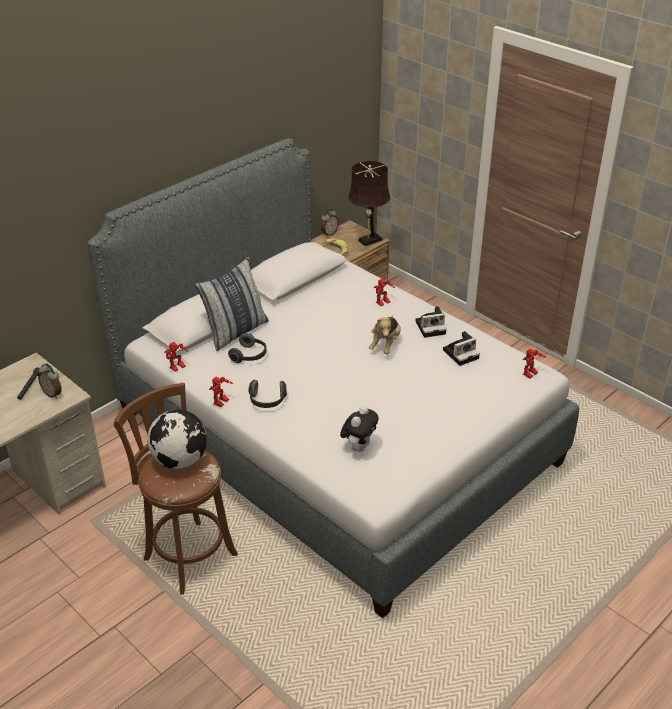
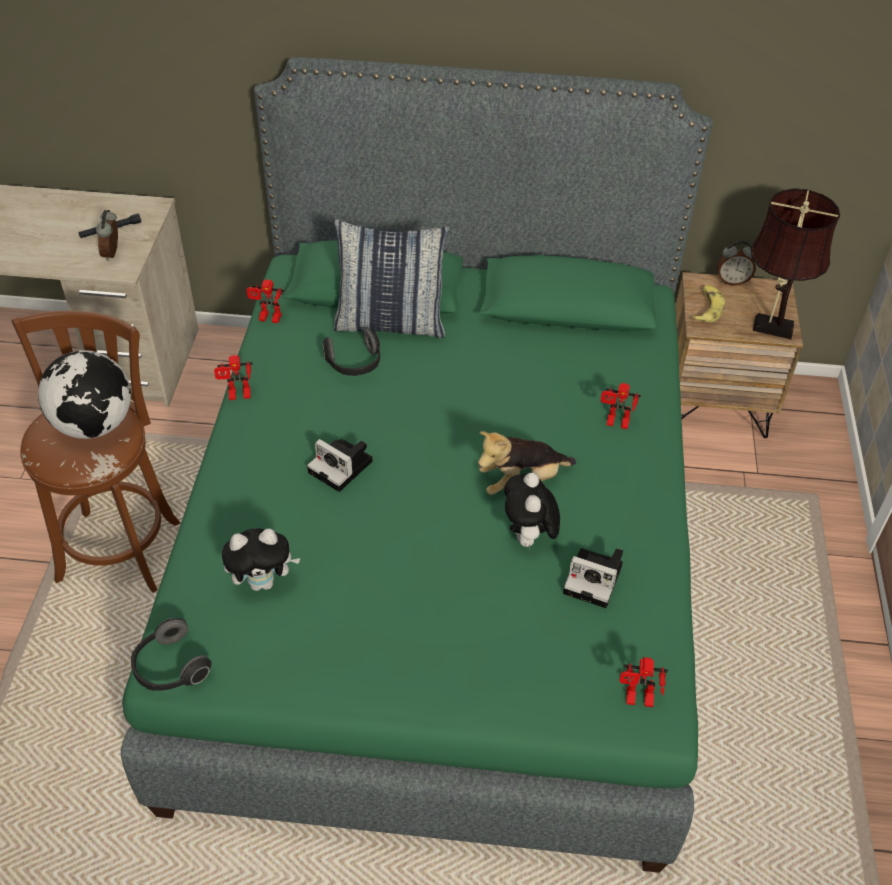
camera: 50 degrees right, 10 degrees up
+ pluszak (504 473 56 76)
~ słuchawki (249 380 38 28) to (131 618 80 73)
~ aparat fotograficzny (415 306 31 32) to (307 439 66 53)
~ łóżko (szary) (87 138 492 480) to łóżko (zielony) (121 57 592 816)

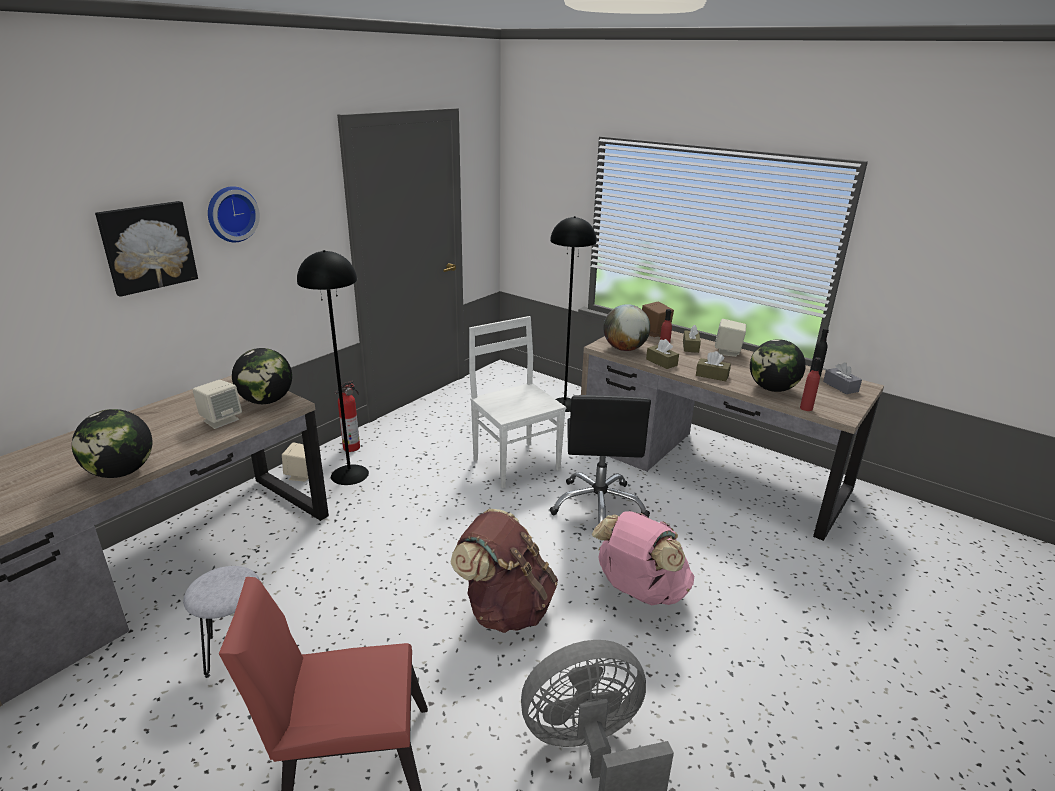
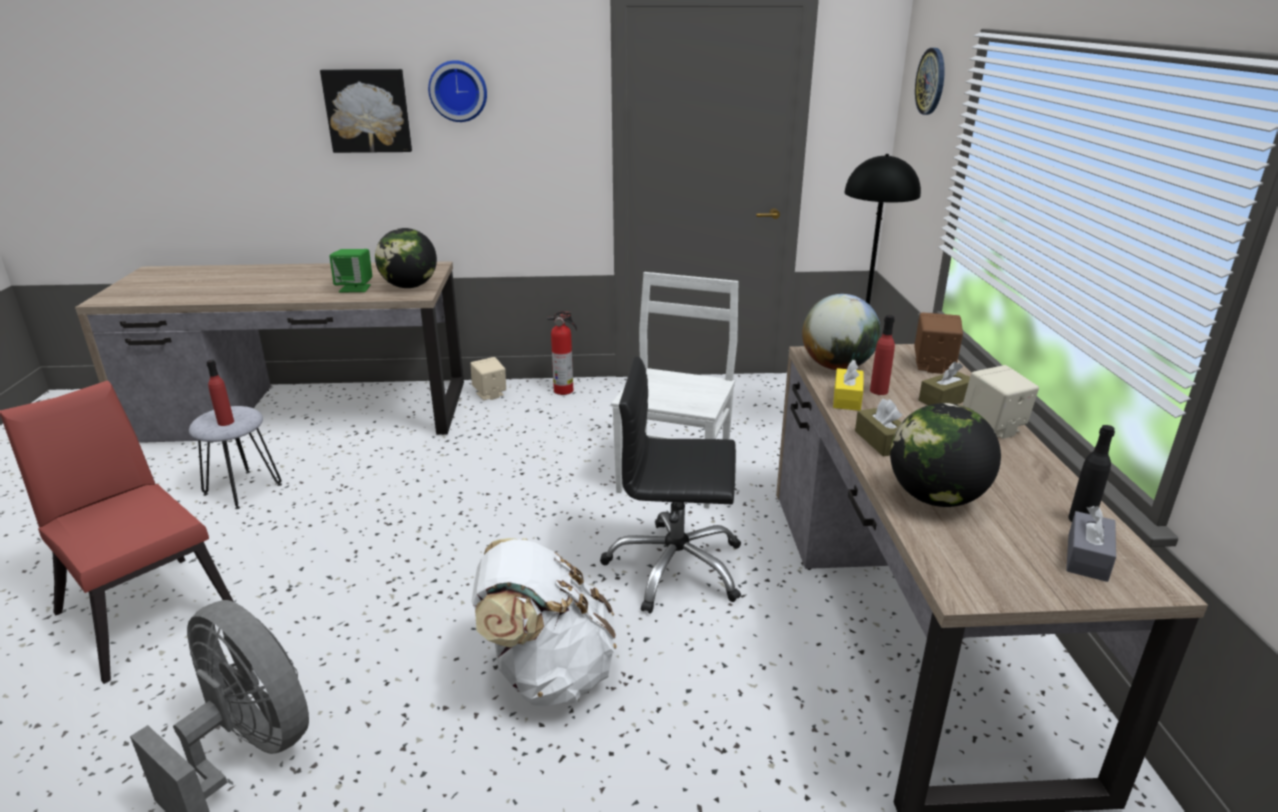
camera: 50 degrees right, 0 degrees up
- globus (72 409 80 69)
- lampa stojąca (czarny) (297 250 72 235)
- plecak (brązowy) (450 509 108 124)
+ zegar ścienny (915 48 30 67)
~ butelka (czerwony) (800 357 21 54) to (206 360 28 66)
~ głośnik (beżowy) (192 380 50 49) to głośnik (zielony) (330 249 42 43)
~ plecak (różowy) (592 511 102 94) to plecak (biały) (472 538 145 168)
~ pudełko chusteczek (brązowy) (646 339 33 30) to pudełko chusteczek (żółty) (833 360 30 51)
~ krzesło biurowe (czarny) (549 395 102 129) = (600 356 141 257) 45 degrees clockwise

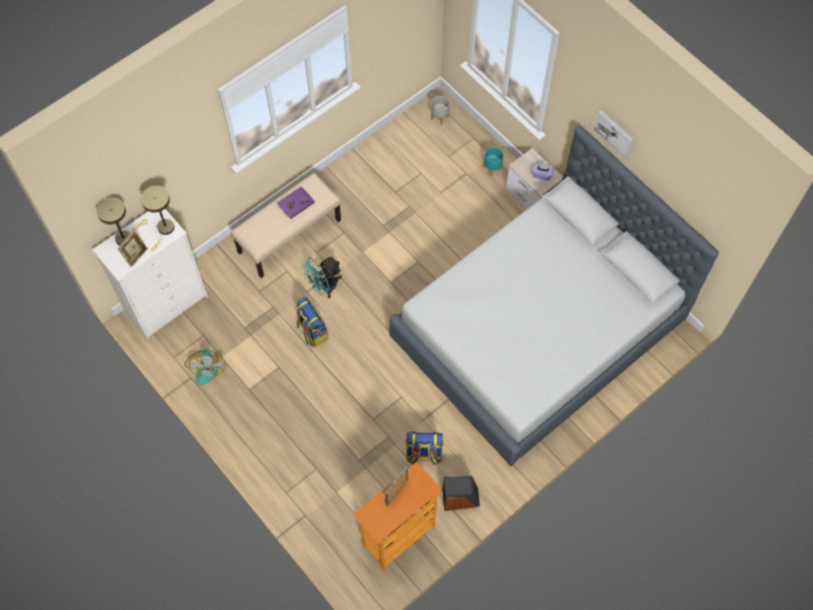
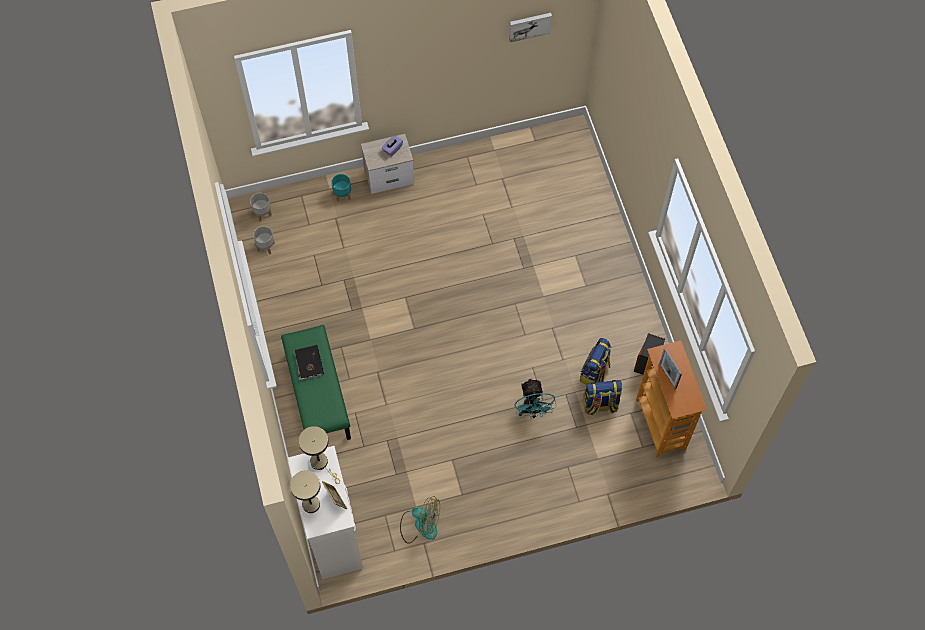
camera: 65 degrees left, 0 degrees up
- łóżko (szary) (389 126 330 340)
+ donica (szary) (253 226 22 29)
~ plecak (296 297 33 50) to (583 380 39 36)
~ wentylator (turkusowy) (301 257 41 41) to (515 378 42 41)
~ obraz (594 110 39 48) to (509 13 43 30)
~ ławka (beżowy) (231 173 110 105) to ławka (zielony) (281 325 70 115)
~ książka (fioletowy) (277 186 38 33) to książka (czarny) (294 345 30 35)

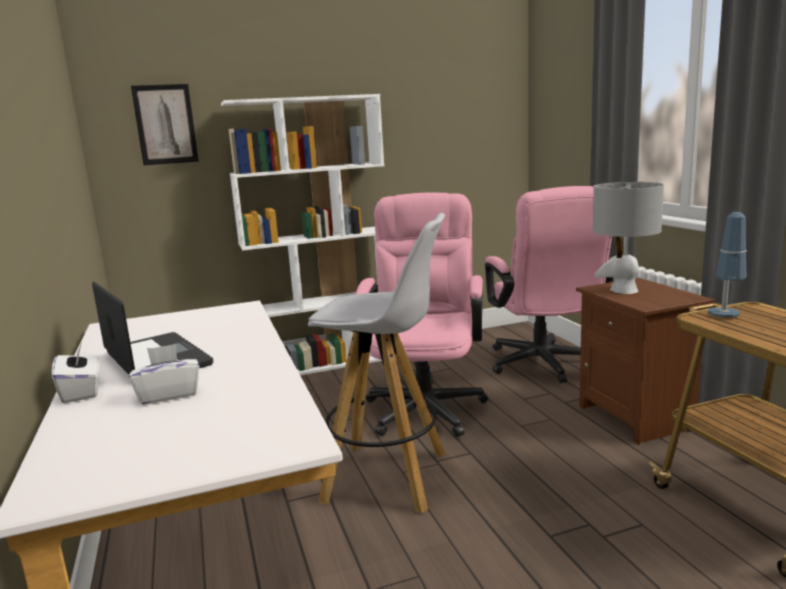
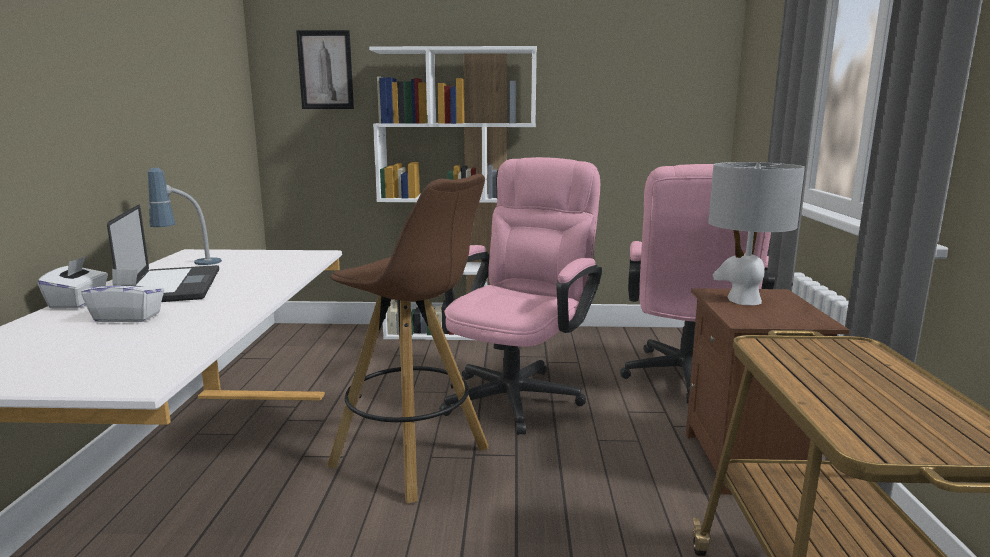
camera: 20 degrees right, 0 degrees up
~ lampa stołowa (708 212 39 105) to (148 168 74 97)
~ stołek (biały) (308 213 137 301) to stołek (brązowy) (327 174 161 330)

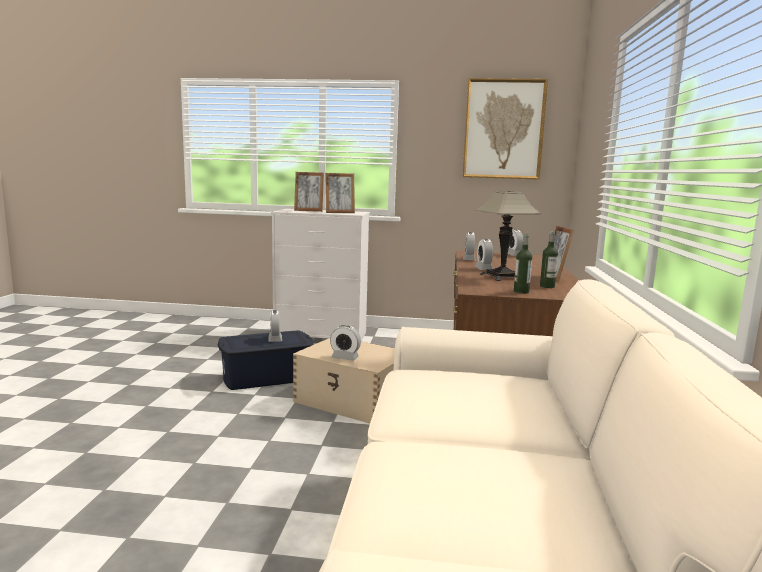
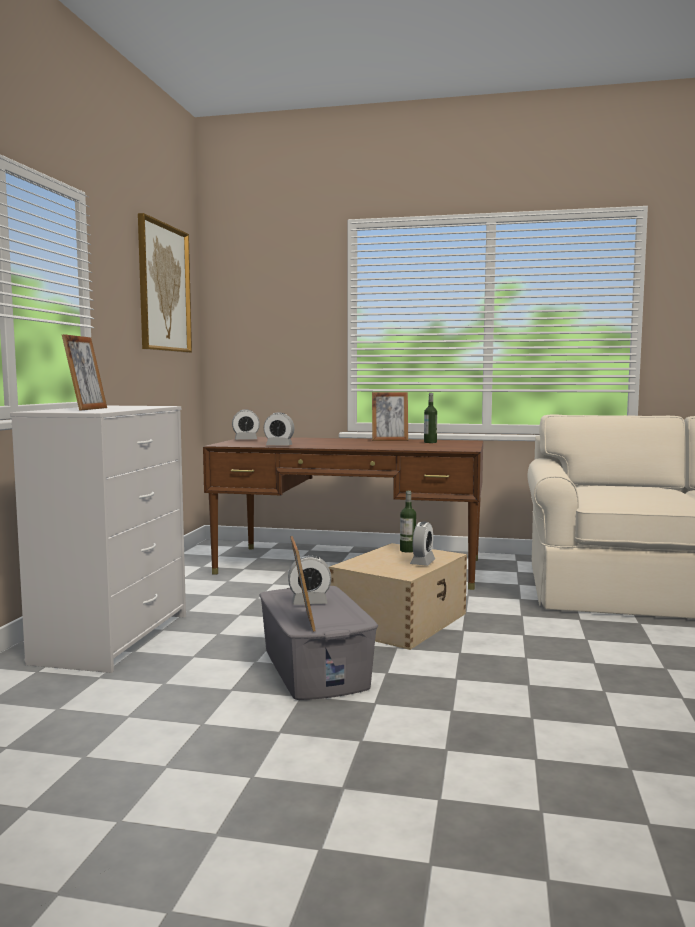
camera: 85 degrees left, 5 degrees down
- lampa stołowa (475 191 66 90)
- budzik (475 239 18 31)
~ ramka na zdjęcie (325 173 30 40) to (290 536 25 96)
~ butelka (514 234 18 60) to (400 491 16 62)
~ pojemnik do przechowywania (niebieski) (218 331 96 59) to pojemnik do przechowywania (szary) (260 586 118 114)

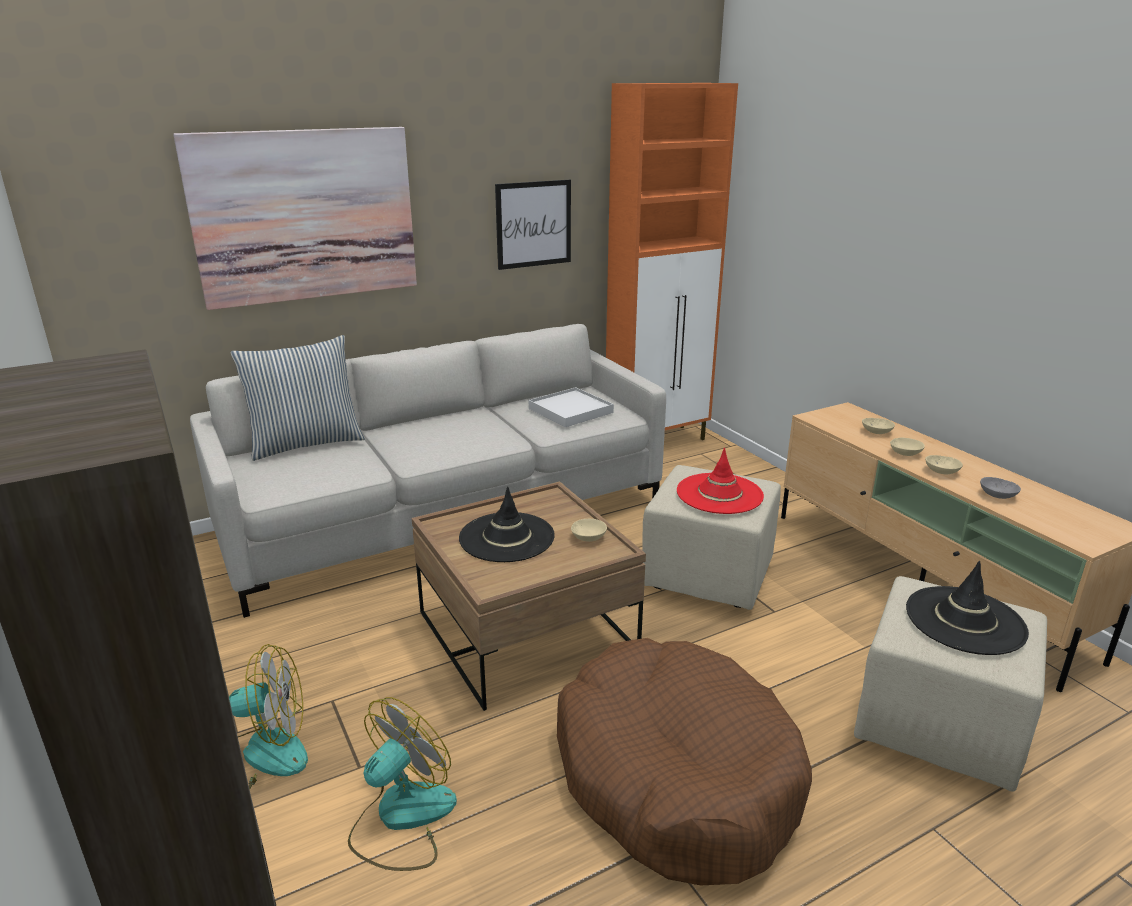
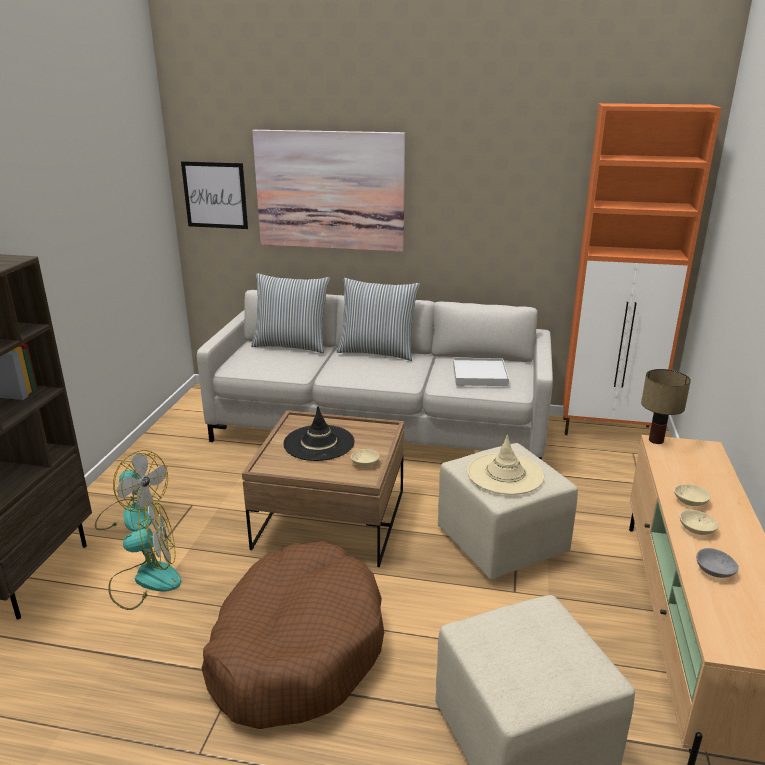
camera: 40 degrees right, 0 degrees up
- miska (beżowy) (862 418 33 16)
- kapelusz (czarny) (906 561 123 94)
+ poduszka (337 278 83 83)
+ lampa stołowa (641 369 50 75)
~ obraz (495 180 76 90) to (181 161 67 68)
~ kapelusz (czerwony) (677 448 87 66) to kapelusz (beżowy) (467 434 77 61)

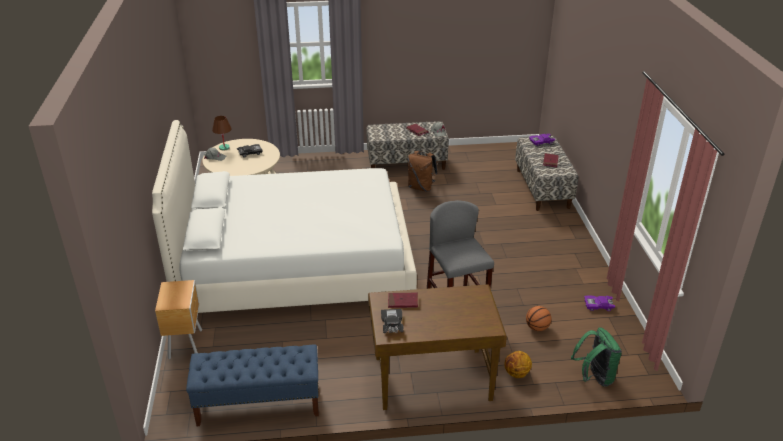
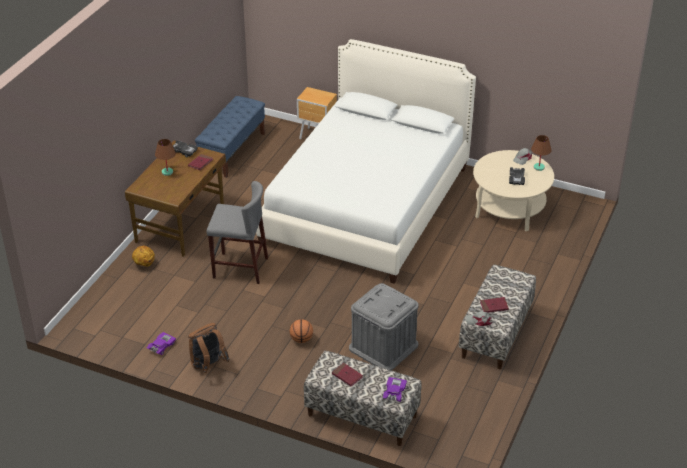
camera: 120 degrees right, 5 degrees up
- plecak (zielony) (571 327 51 60)
+ lampa stołowa (brązowy) (155 139 21 37)
+ pojemnik do przechowywania (szary) (349 283 70 87)
~ plecak (brązowy) (408 151 30 41) to (188 323 42 50)
~ piłka do koszykówki (526 306 26 25) to (290 319 23 24)

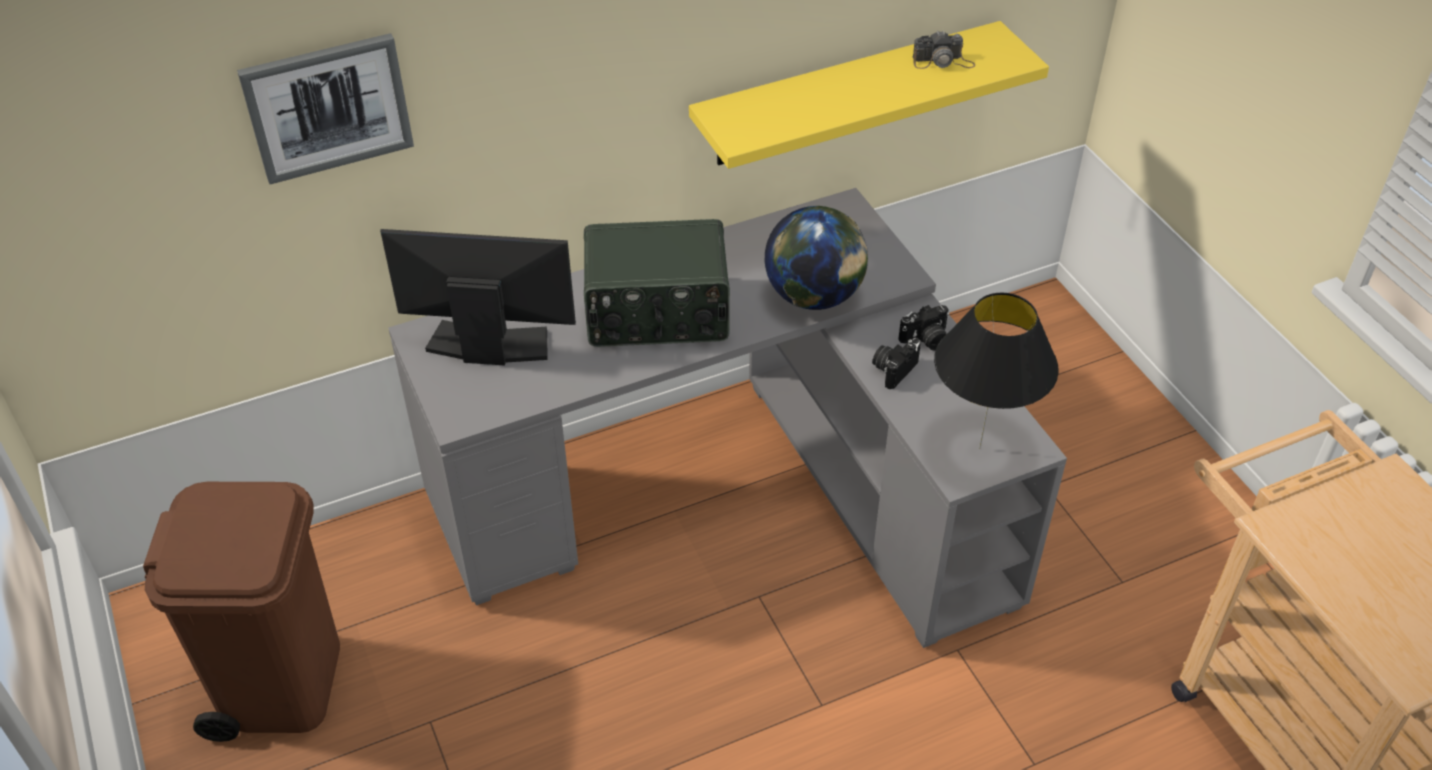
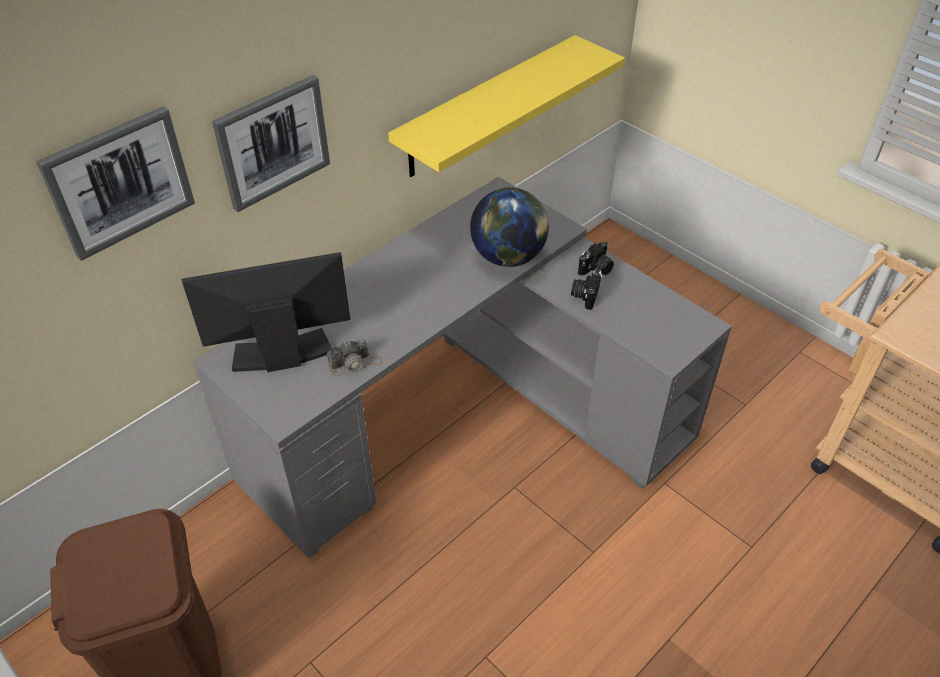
camera: 20 degrees left, 0 degrees up
- radio (584 219 146 128)
- lampa stołowa (czarny) (934 293 125 156)
+ obraz (212 75 118 137)
~ aparat fotograficzny (913 31 62 38) to (327 339 56 37)

